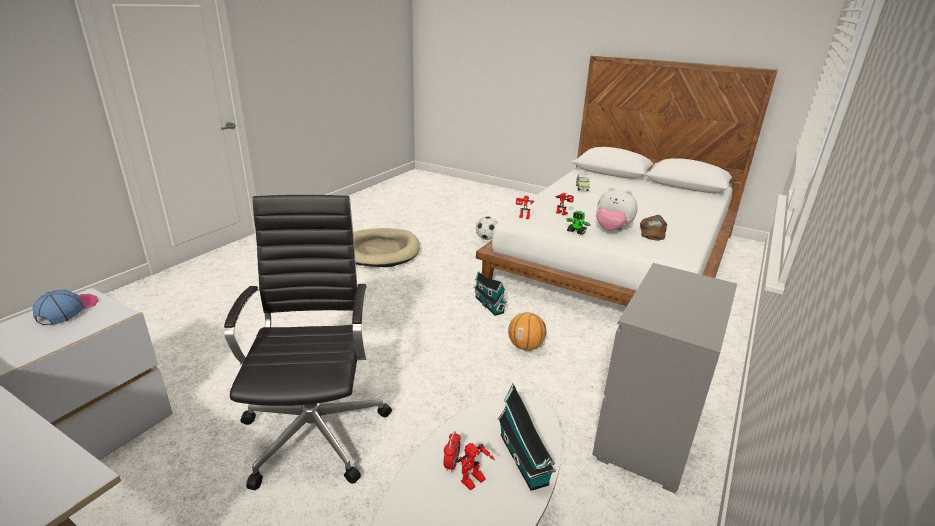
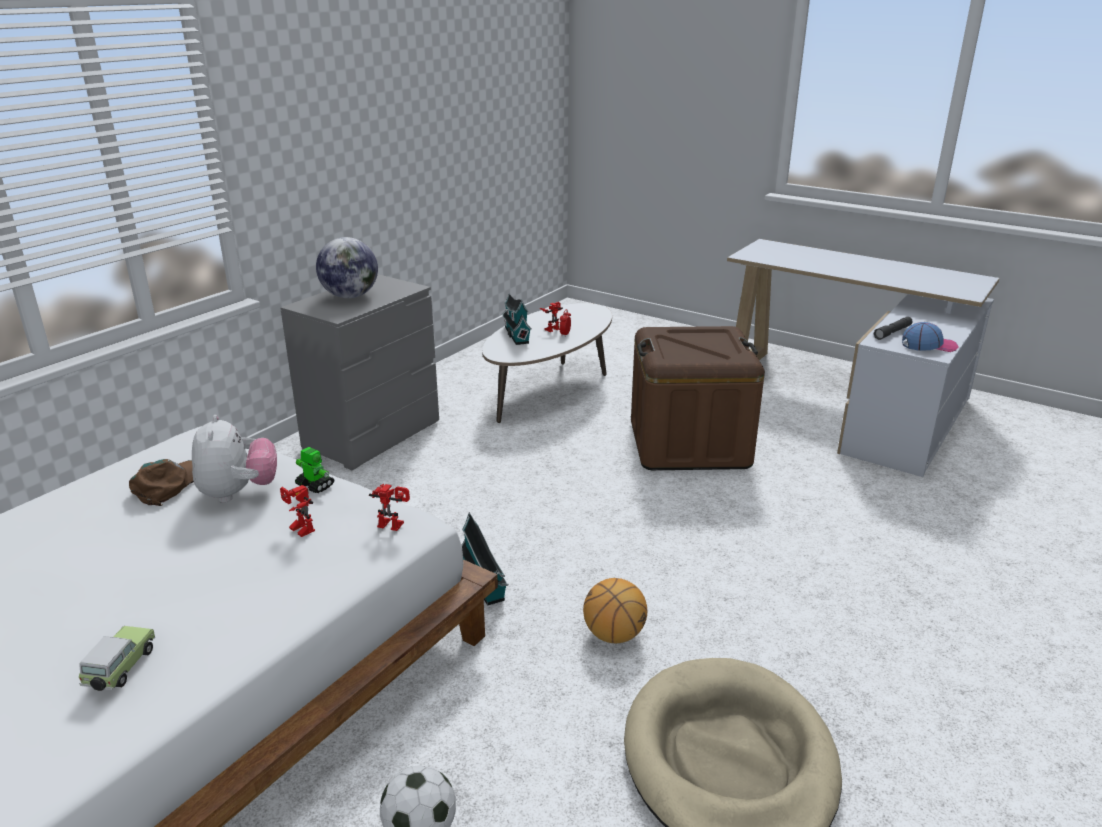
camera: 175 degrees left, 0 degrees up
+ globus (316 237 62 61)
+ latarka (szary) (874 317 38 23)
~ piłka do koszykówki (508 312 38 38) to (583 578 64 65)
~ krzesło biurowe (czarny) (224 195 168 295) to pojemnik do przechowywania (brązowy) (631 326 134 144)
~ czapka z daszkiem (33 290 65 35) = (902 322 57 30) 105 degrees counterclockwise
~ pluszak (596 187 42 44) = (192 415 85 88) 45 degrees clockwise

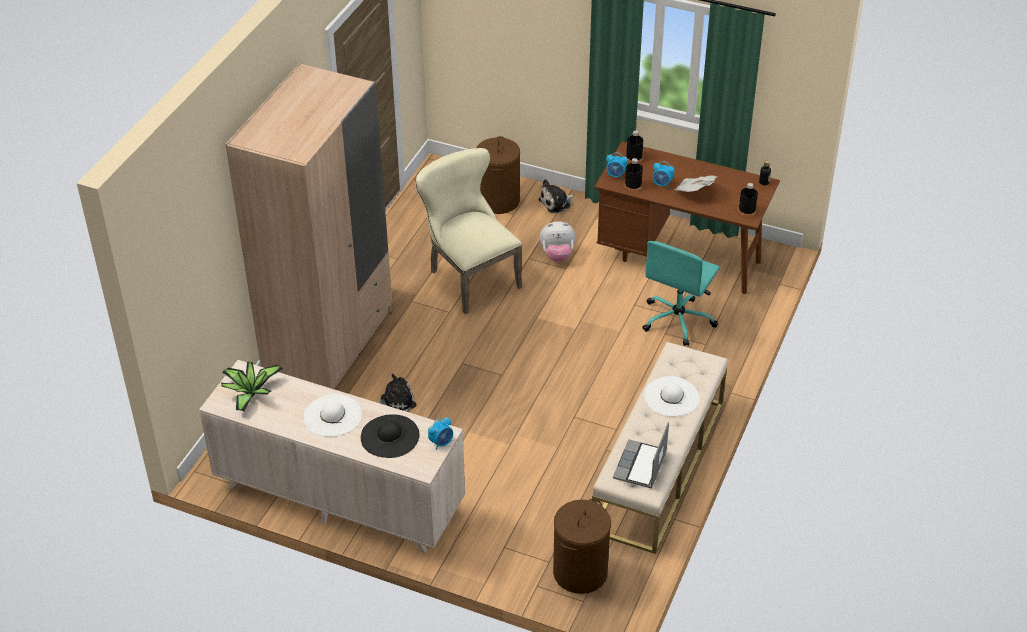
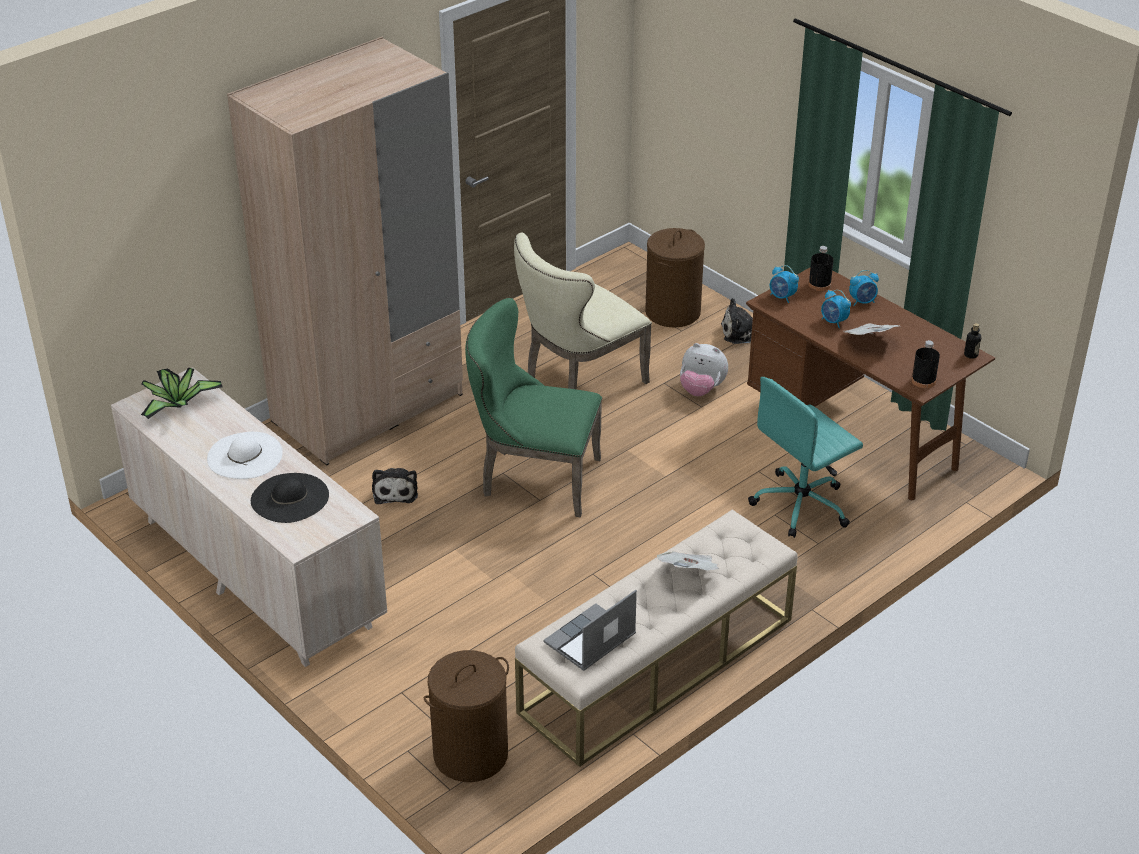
camera: 25 degrees right, 5 degrees down
- butelka (czarny) (625 158 18 34)
+ krzesło (zielony) (465 298 137 219)
~ budzik (428 417 25 33) to (849 270 30 36)
~ kapelusz (biały) (644 376 56 40) to gazeta (657 551 62 19)
~ pluszak (380 374 37 38) = (372 468 46 36) 90 degrees clockwise
~ krzesło (beżowy) (415 148 107 166) = (514 233 138 156) 120 degrees counterclockwise

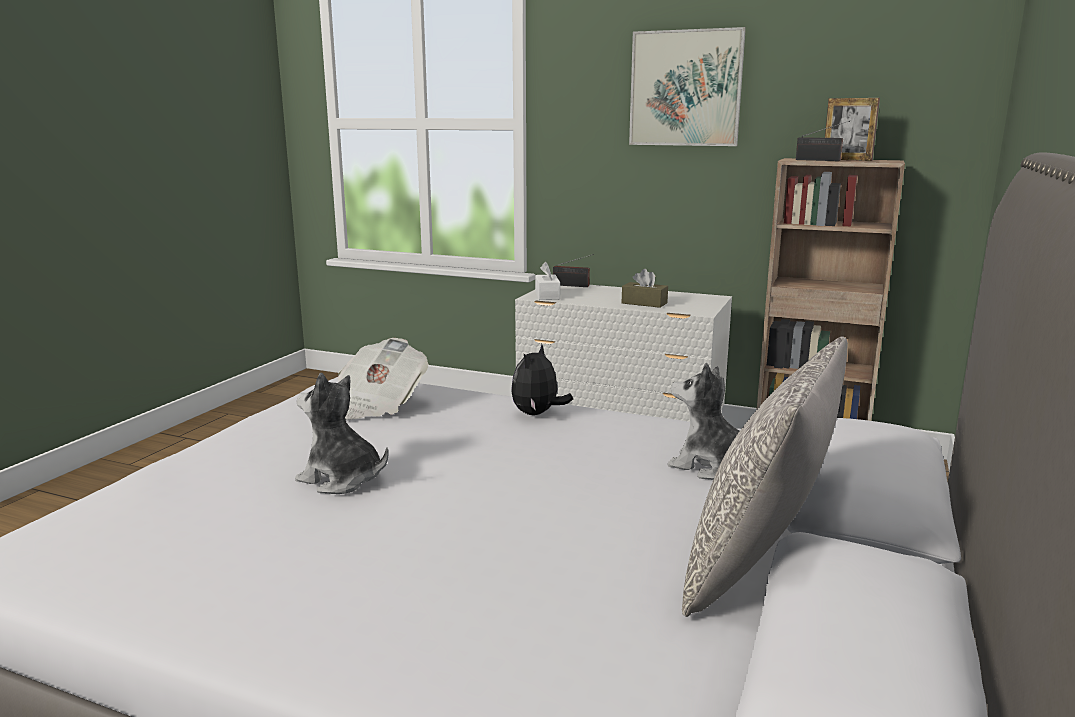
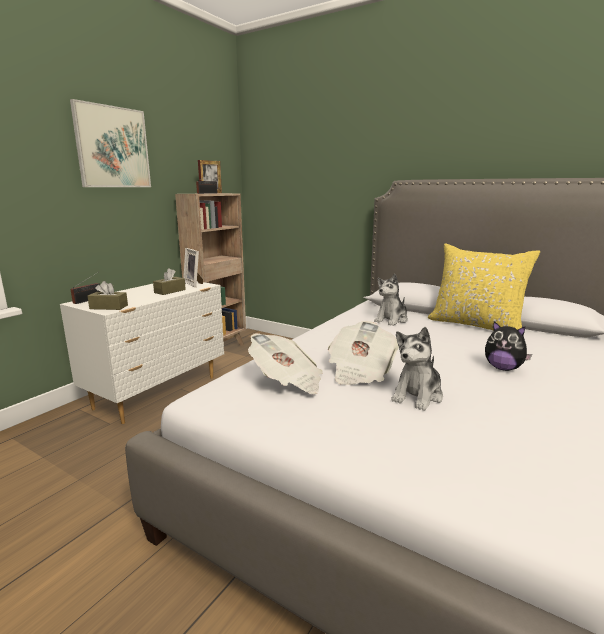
camera: 80 degrees left, 0 degrees up
+ ramka na zdjęcie (183 248 20 39)
+ gazeta (328 321 71 64)
~ pluszak (511 344 62 71) to (485 321 47 50)
~ pudełko chusteczek (biały) (535 262 25 38) to pudełko chusteczek (brązowy) (88 281 40 29)
~ poduszka (szary) (682 336 166 281) to poduszka (żółty) (428 243 112 87)

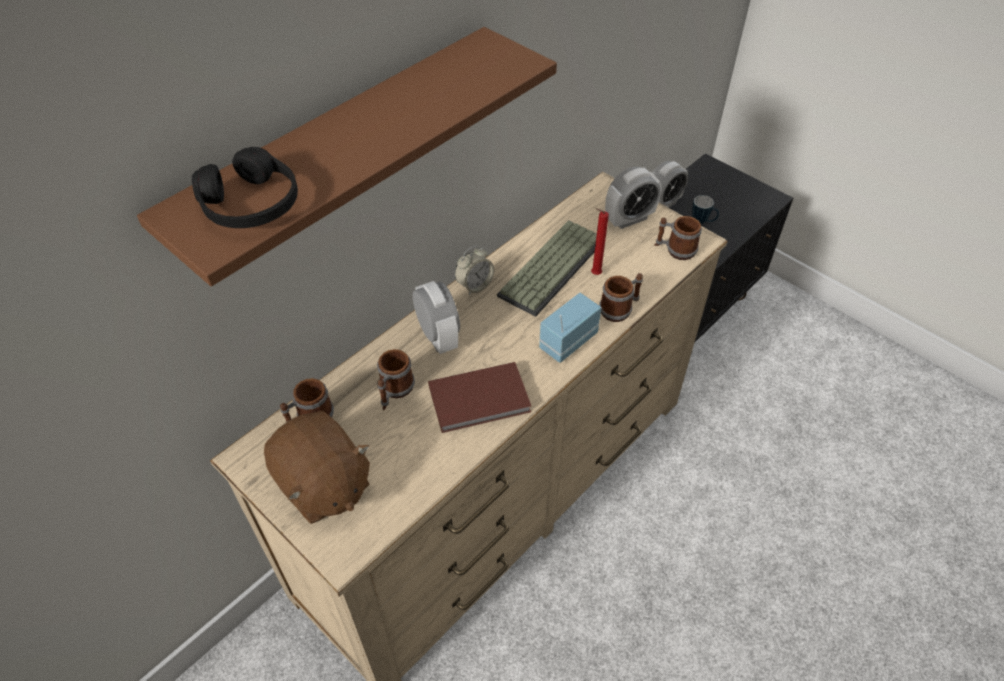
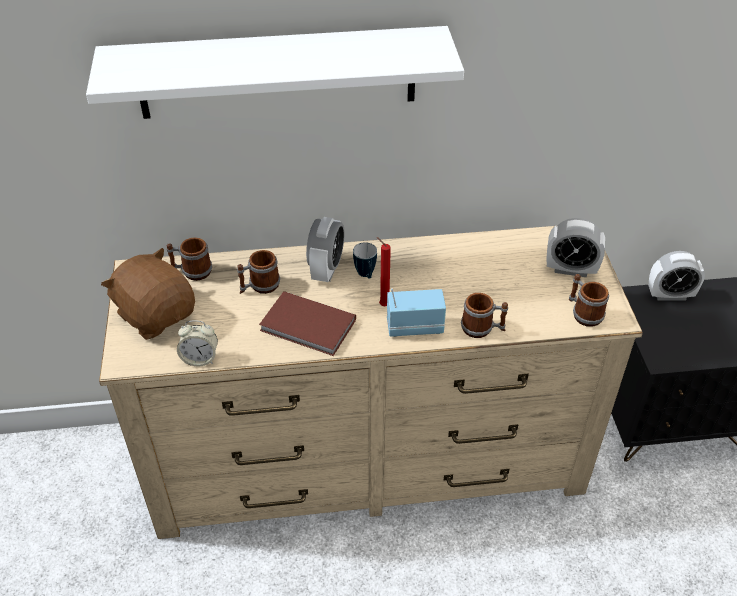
camera: 40 degrees right, 5 degrees down
- słuchawki (czarny) (192 147 106 81)
- klawiatura (497 220 100 97)
~ budzik (455 245 39 50) to (177 320 41 46)
~ świeca (czerwony) (591 208 18 67) to (377 237 14 69)
~ kubek (692 195 27 29) to (353 242 24 37)
~ półka (brązowy) (137 27 420 259) to półka (biały) (86 26 378 93)
~ pluszak (brązowy) (264 411 106 113) = (101 248 94 92) 135 degrees clockwise

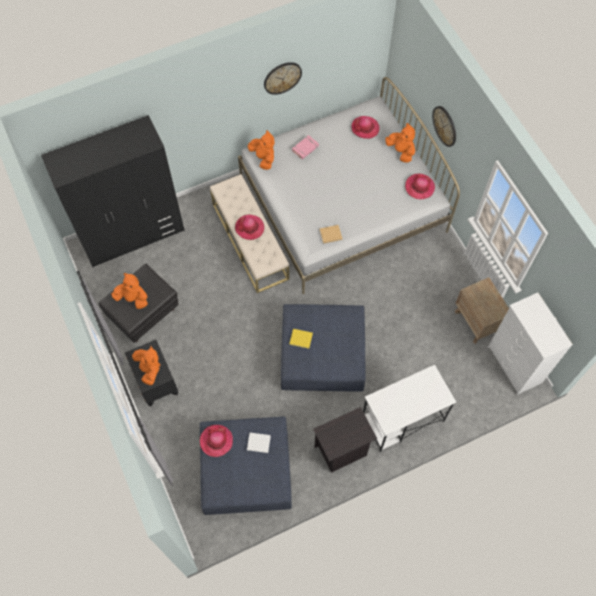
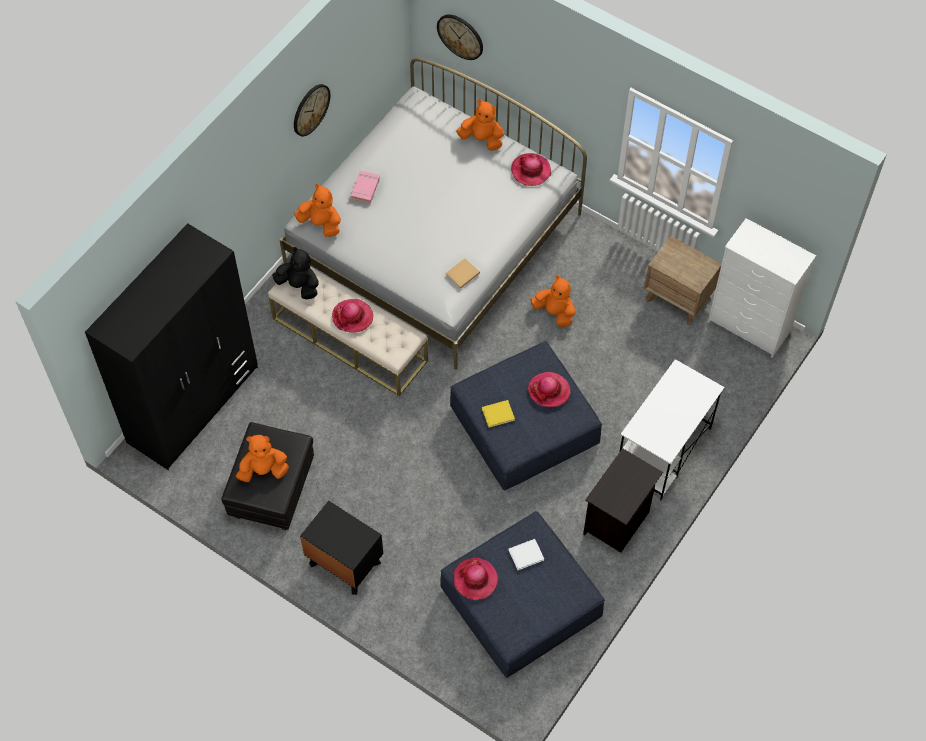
camera: 30 degrees left, 5 degrees down
+ pluszak (czarny) (272 247 47 52)
~ pluszak (pomarańczowy) (132 346 28 39) to (530 275 45 52)
~ kapelusz (351 116 29 23) to (528 372 43 35)
~ zegar ścienny (432 106 24 41) to (437 15 46 45)

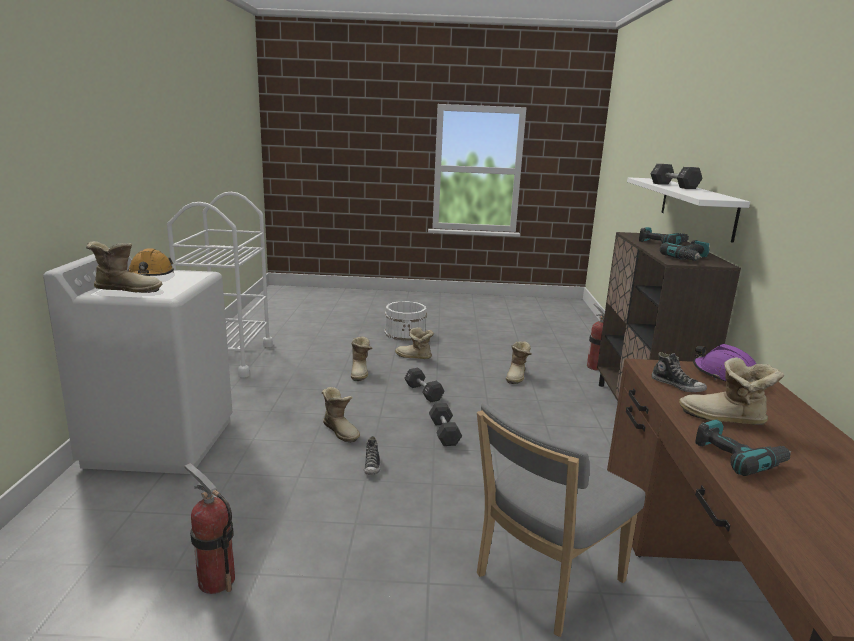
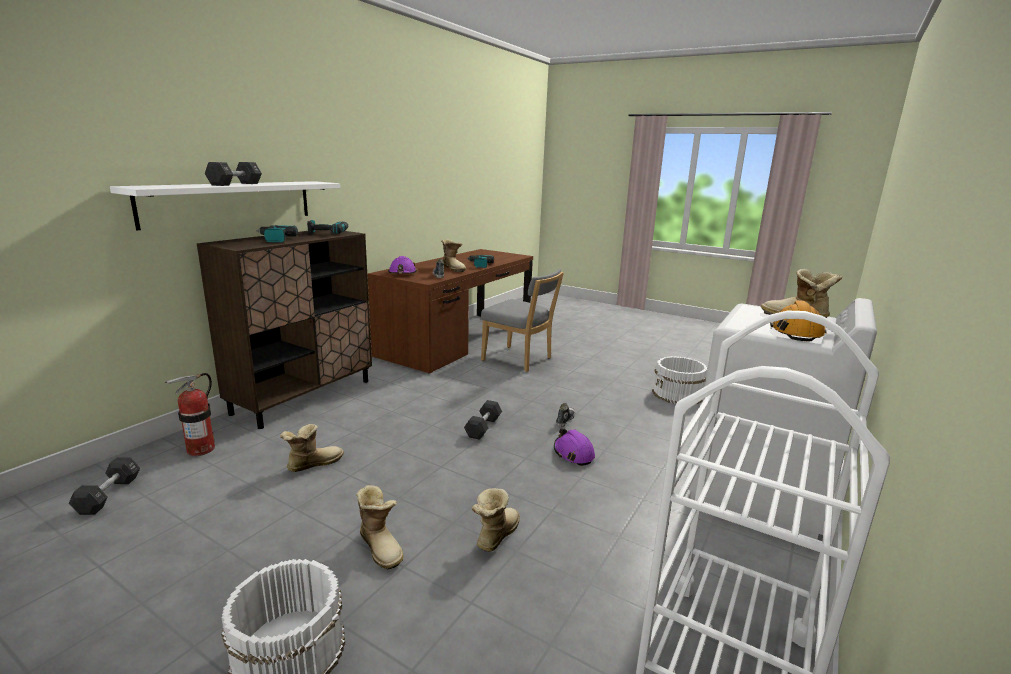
camera: 150 degrees left, 0 degrees up
~ hantel (czarny) (404 368 40 34) to (69 457 71 58)
~ gaśnica (185 463 50 131) to wiadro (biały) (652 356 56 48)
~ but z cholewką (322 387 38 56) to kask (fioletowy) (554 428 41 38)
~ krzesło (szary) (477 403 168 234) = (481 269 83 103) 45 degrees clockwise

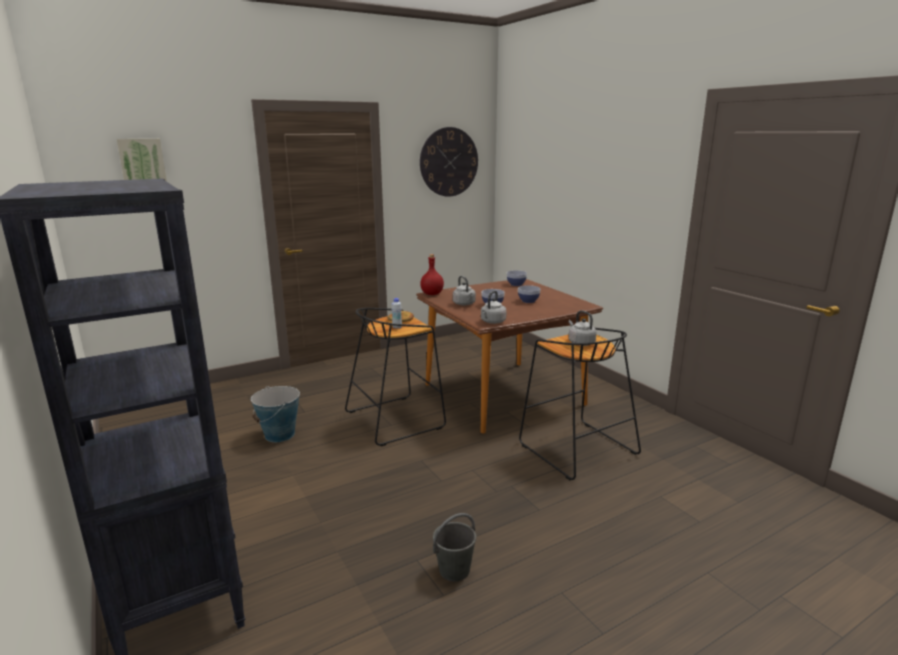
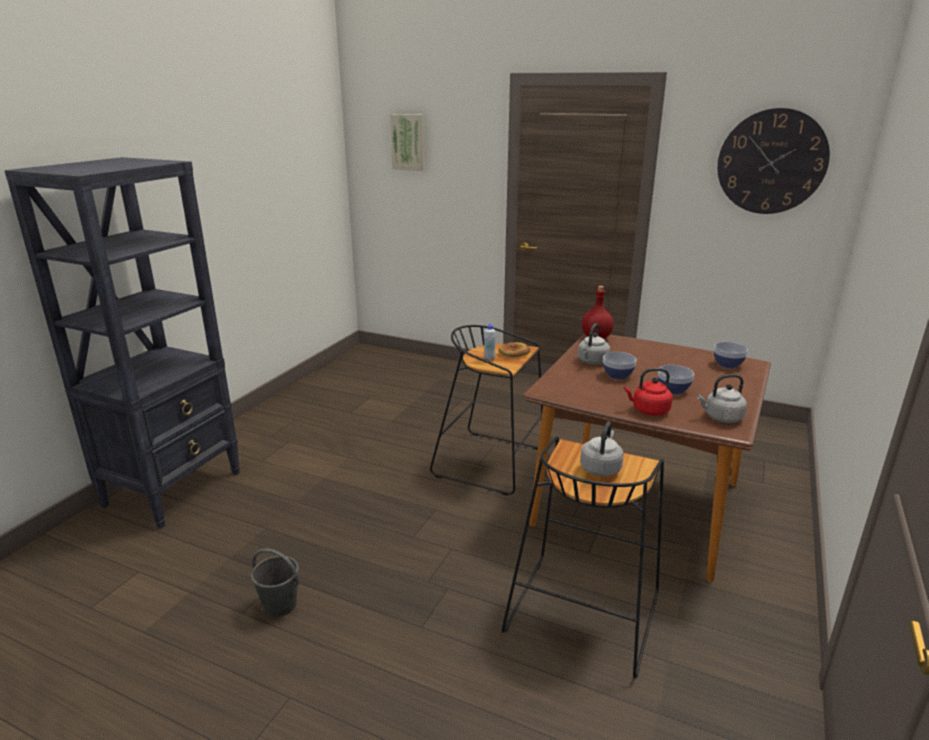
camera: 55 degrees right, 5 degrees up
- wiadro (251 386 49 56)
+ czajnik (czerwony) (624 368 49 48)
~ czajnik (szary) (481 290 25 34) to (697 374 50 49)

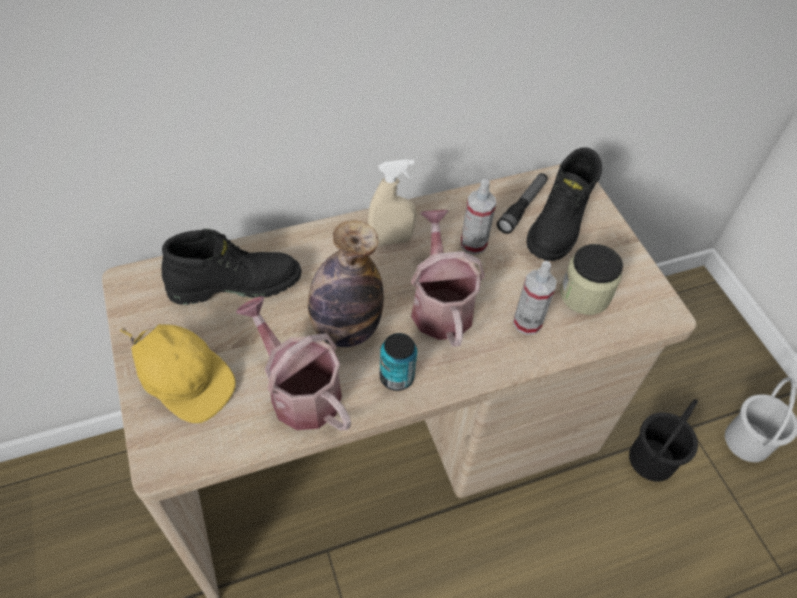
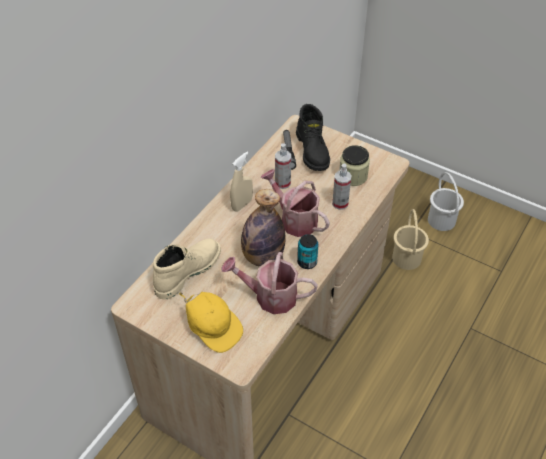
camera: 35 degrees left, 5 degrees down
~ but z cholewką (czarny) (162 229 140 76) to but z cholewką (beżowy) (153 238 68 62)
~ wiadro (czarny) (629 399 69 83) to wiadro (beżowy) (392 209 37 61)
~ czapka z daszkiem (żółty) (120 324 116 99) = (179 292 64 61) 45 degrees clockwise

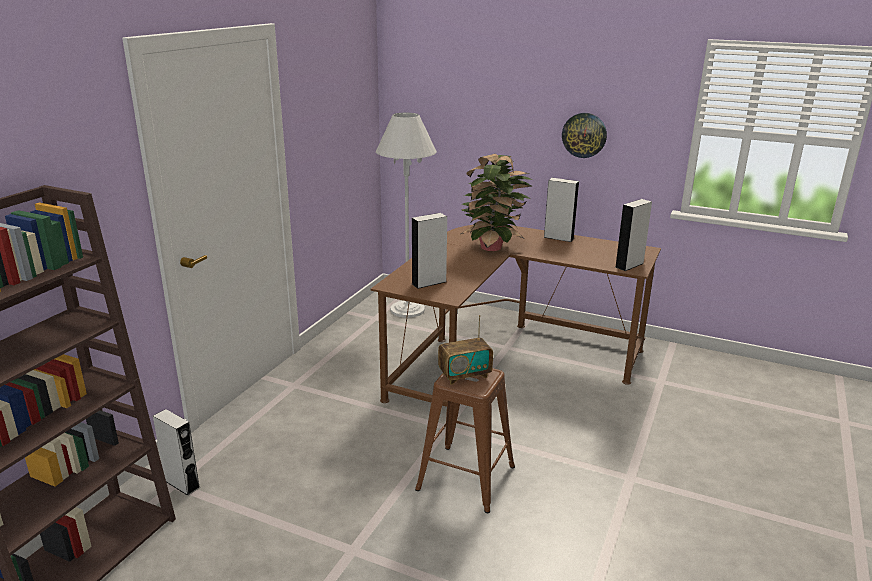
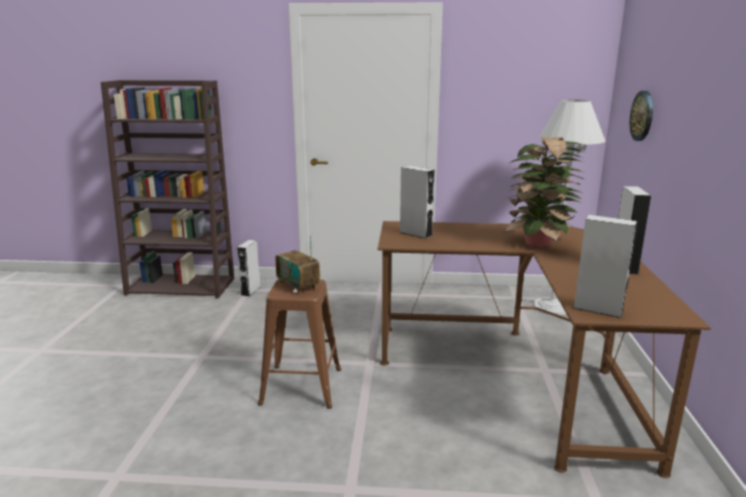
camera: 70 degrees right, 5 degrees down
~ zegar ścienny (562 113 45 45) to (630 91 23 50)

